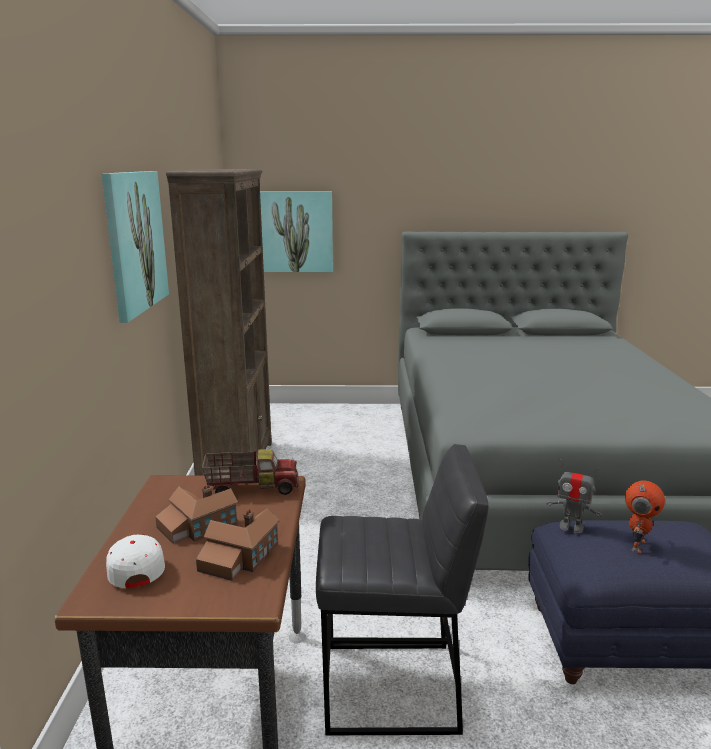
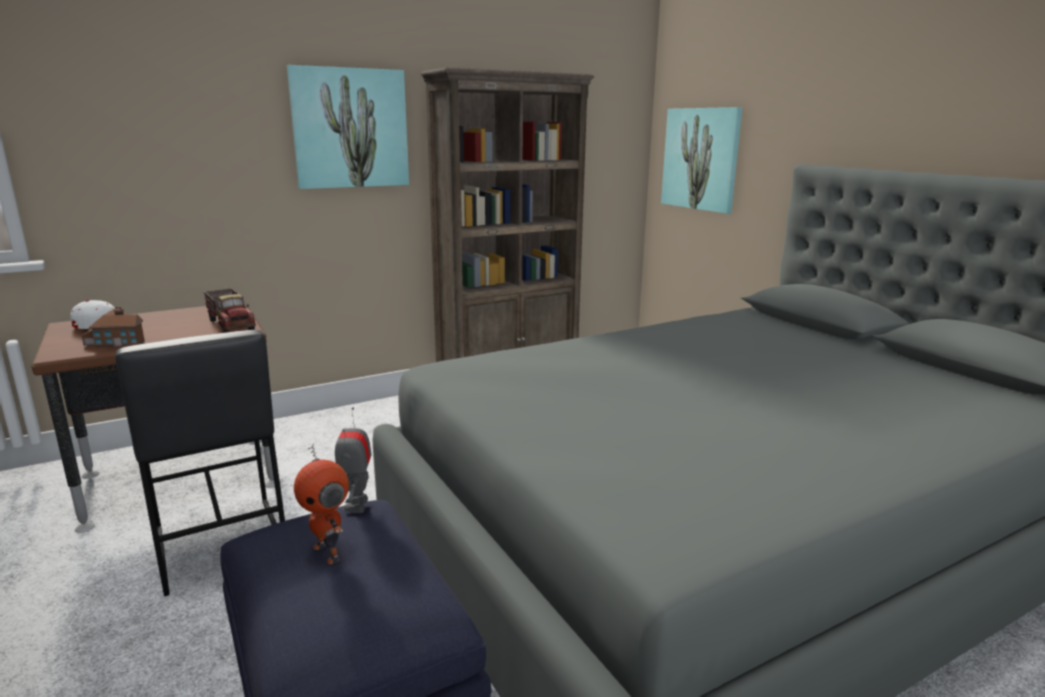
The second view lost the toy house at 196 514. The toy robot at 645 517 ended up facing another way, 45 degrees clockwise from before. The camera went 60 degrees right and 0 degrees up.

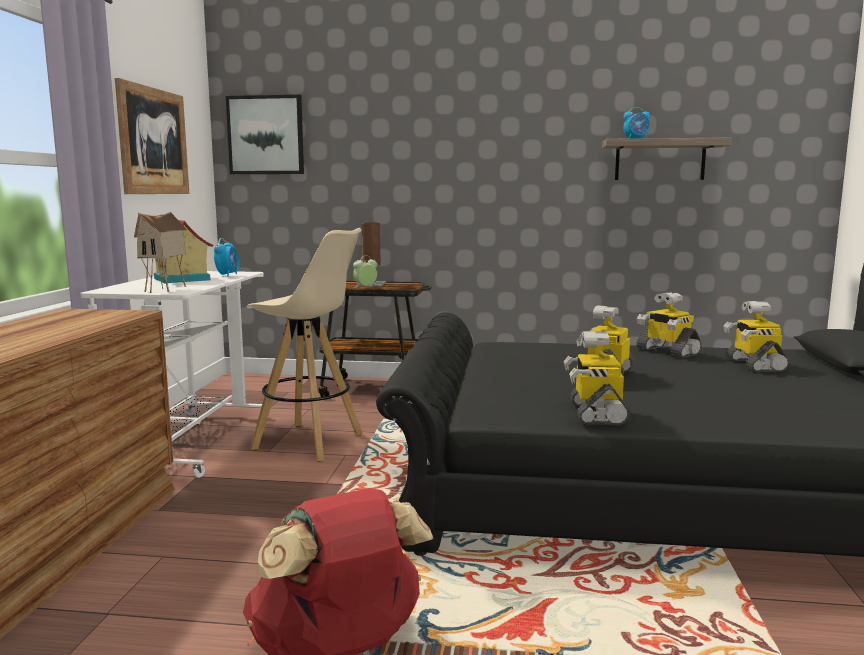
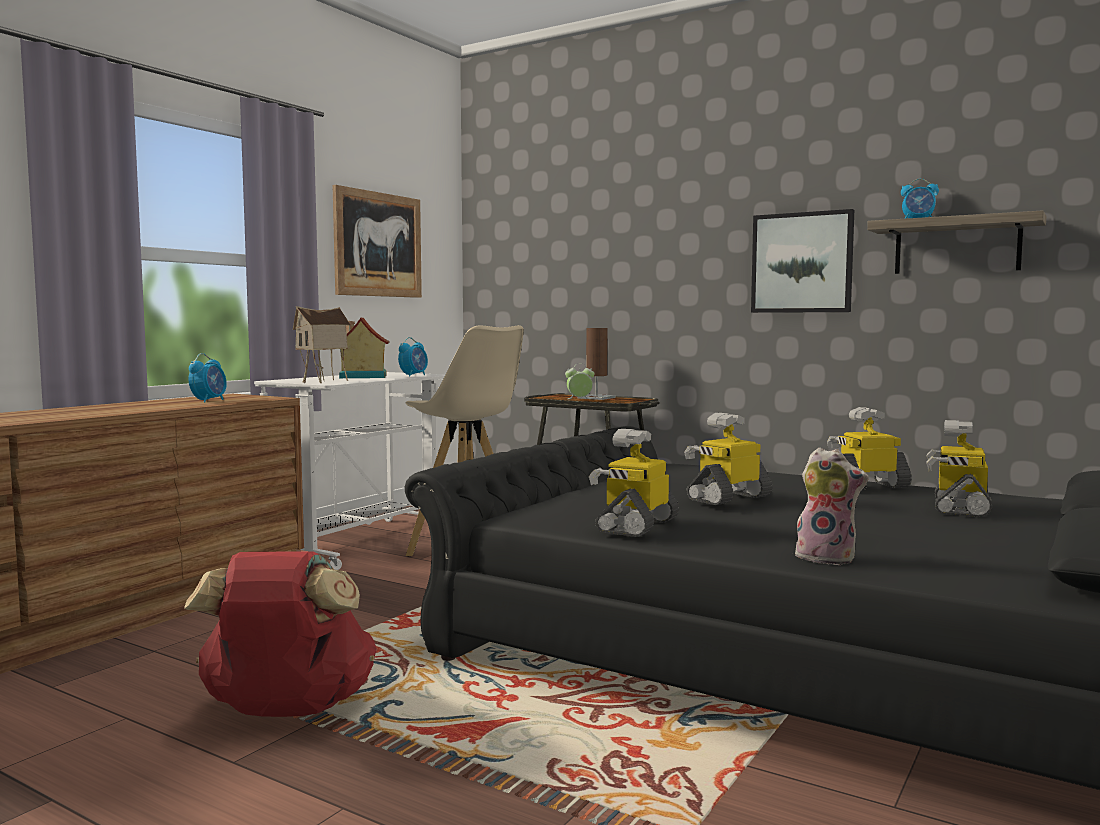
The picture ended up elsewhere, having gone from 265 134 to 802 261. The toy robot at 669 325 ended up facing another way, 90 degrees clockwise from before. The second view gained the alarm clock at 208 378. The second view gained the plush toy at 831 506. The camera went 25 degrees right and 5 degrees down.

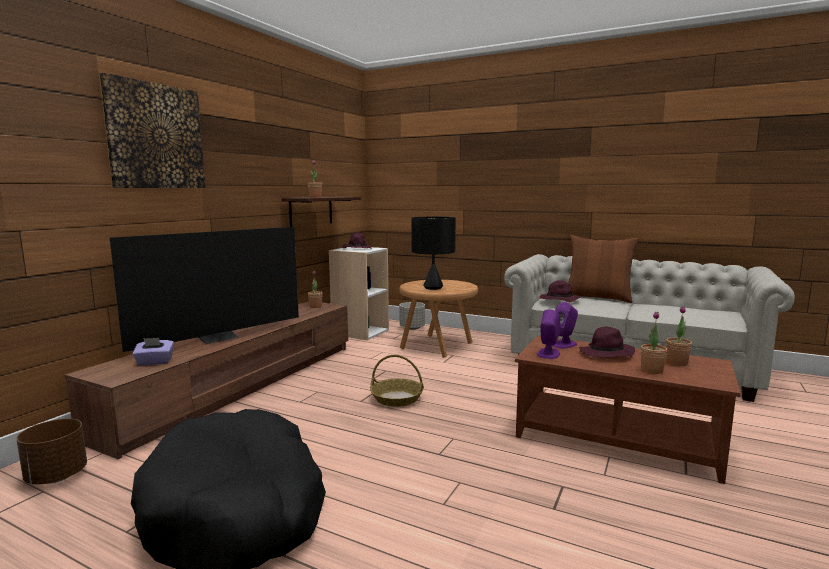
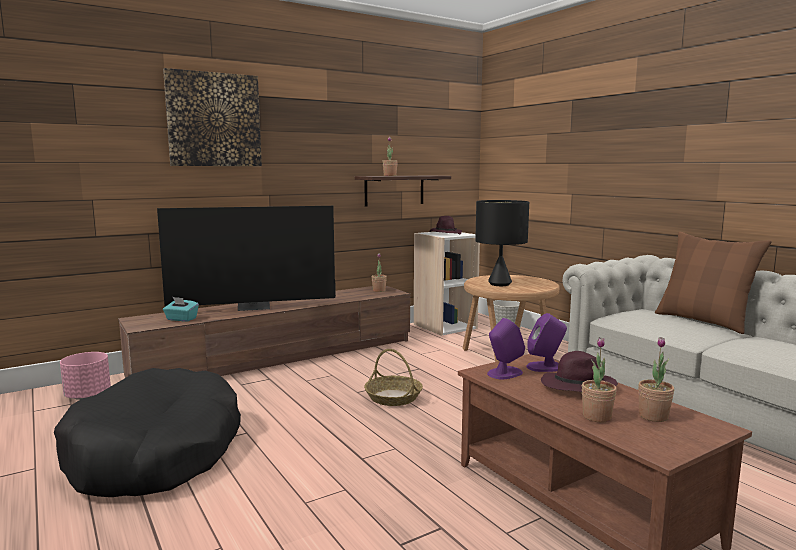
What was the brown planter at 51 451 turned into the pink planter at 85 376. What was the purple tissue box at 153 352 turned into the turquoise tissue box at 181 309. The second view lost the purple hat at 559 291. The camera went 30 degrees right and 0 degrees up.

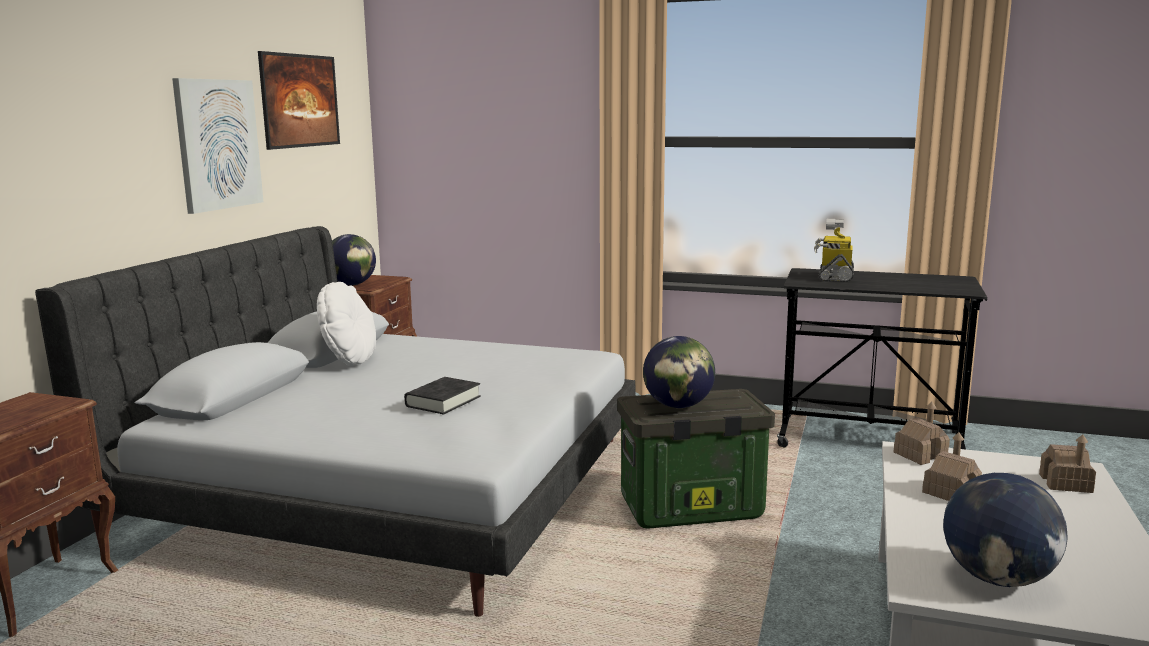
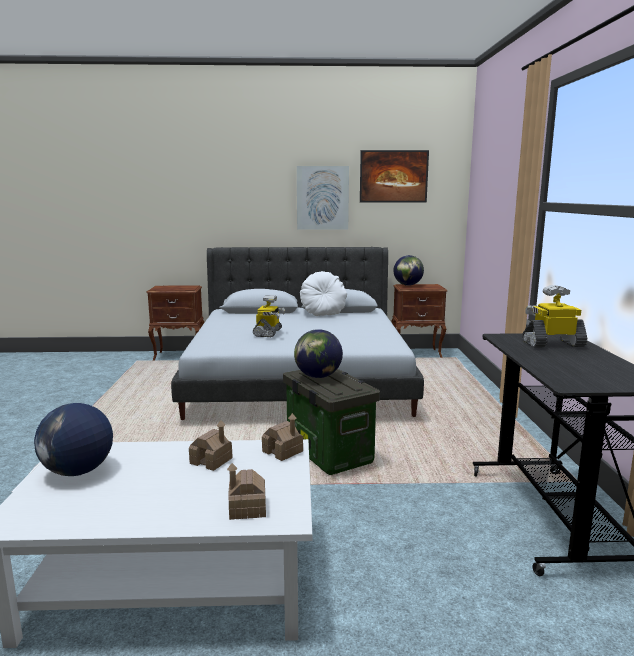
Where the black book stood at 442 395, the toy robot came to stand at 269 316. The camera went 70 degrees right and 0 degrees up.

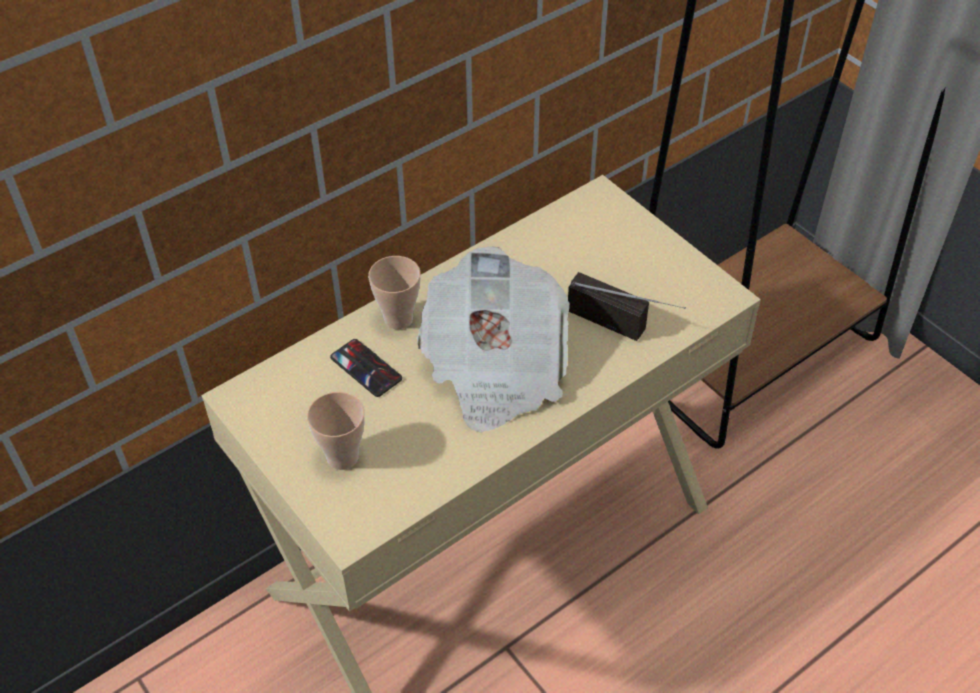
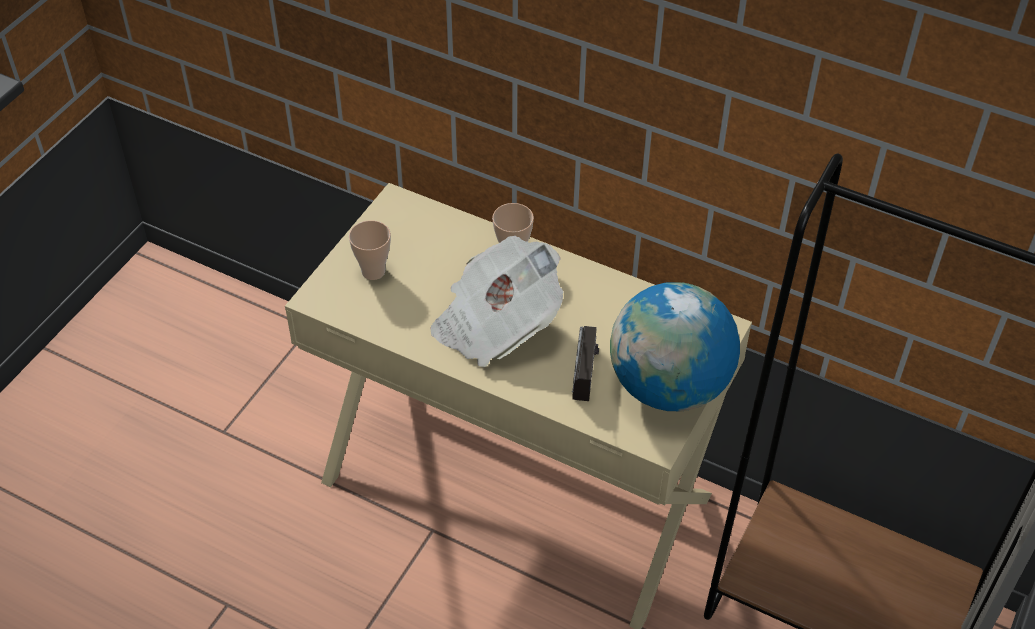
The second view lost the phone at 366 368. The second view gained the globe at 675 346. The camera went 65 degrees right and 0 degrees up.

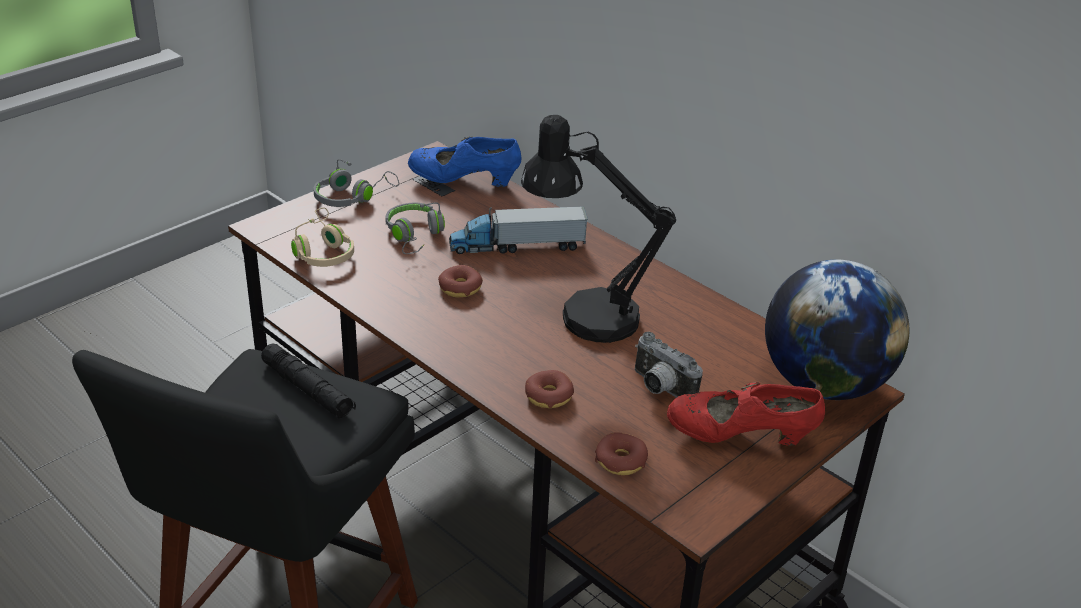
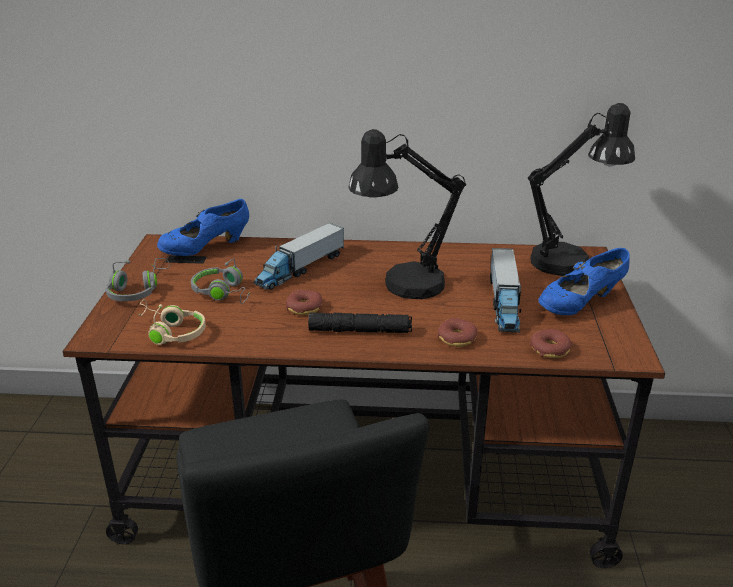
The black flashlight ended up elsewhere, having gone from 308 380 to 360 323. Where the photo camera stood at 669 365, the toy truck came to stand at 505 290. What was the red shoe at 746 414 turned into the blue shoe at 584 281. Where the globe stood at 837 330, the black table lamp came to stand at 581 189. The camera went 40 degrees left and 5 degrees down.

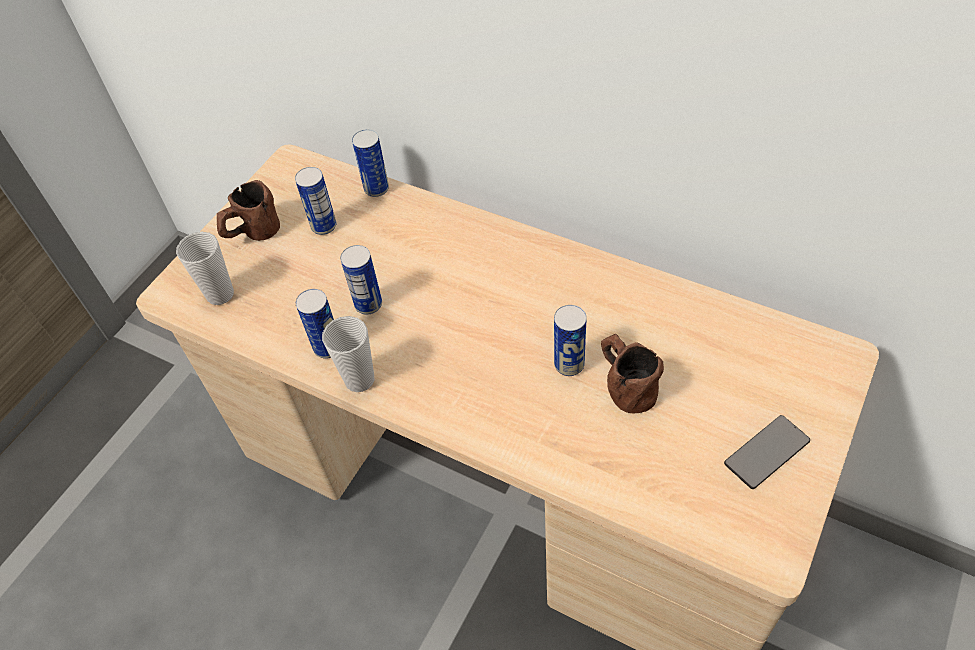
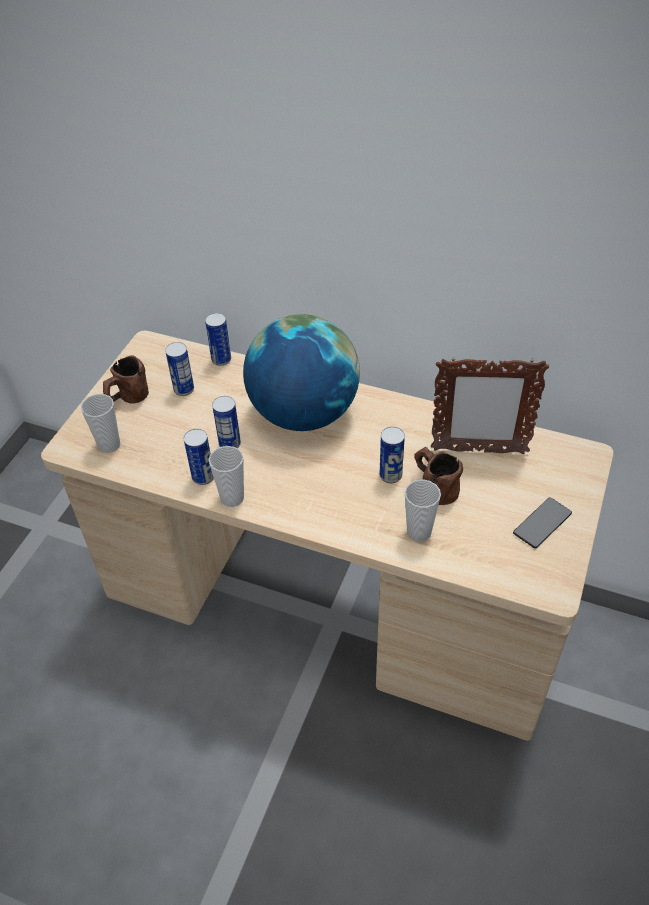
The second view gained the globe at 301 372. The second view gained the cup at 423 510. The second view gained the picture frame at 490 405. The camera went 10 degrees left and 5 degrees down.

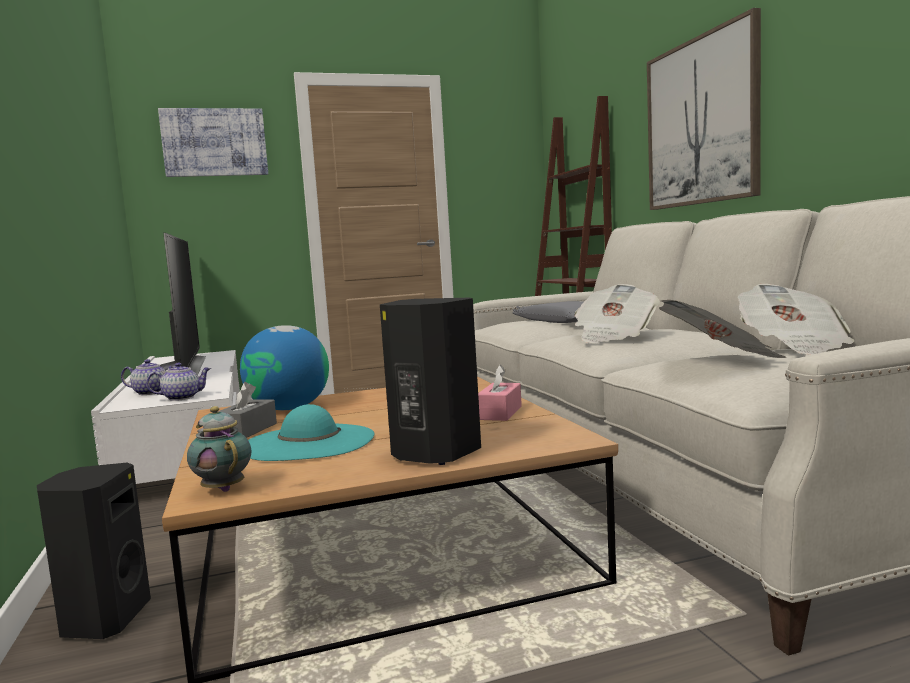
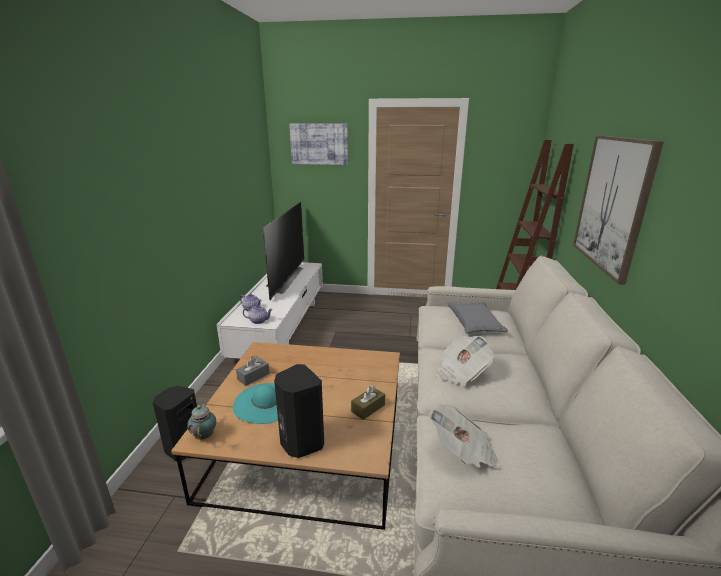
The second view lost the globe at 284 367. What was the pink tissue box at 500 393 turned into the brown tissue box at 368 403. The second view lost the newspaper at 796 319. The camera went 25 degrees right and 15 degrees up.

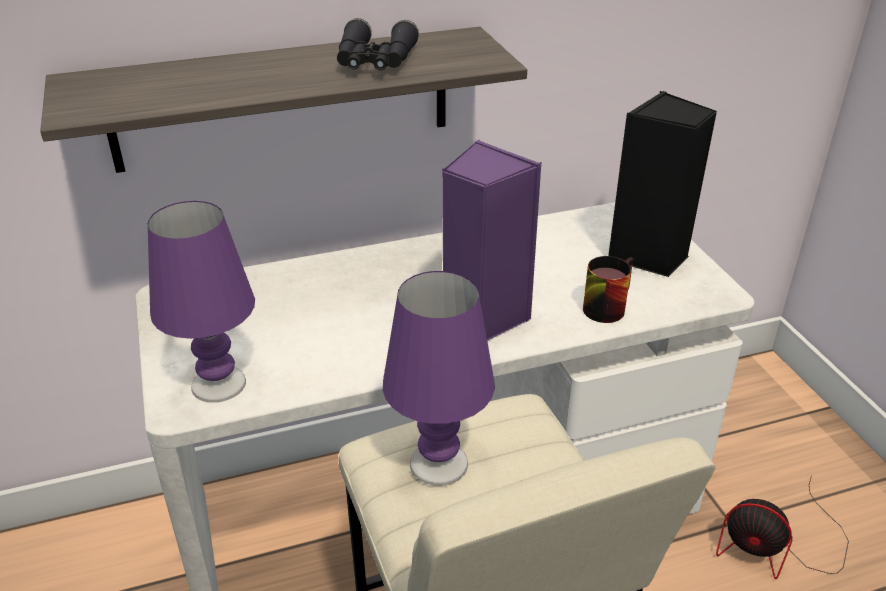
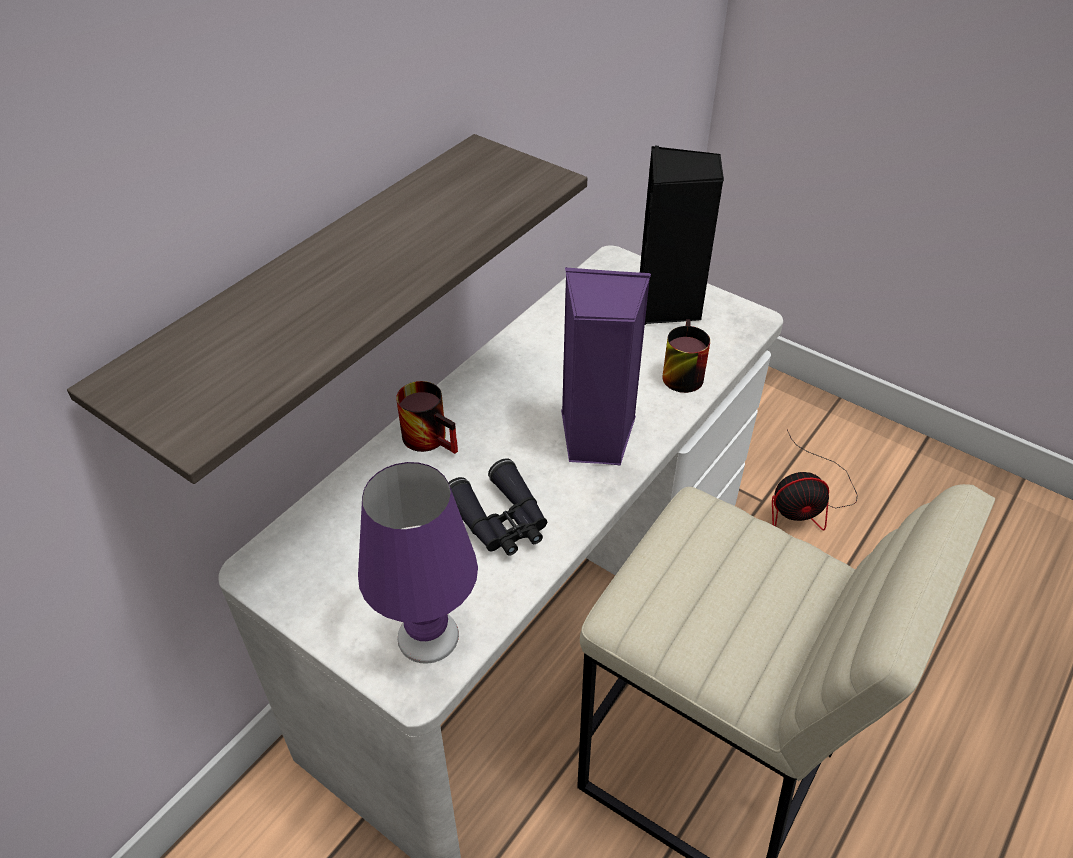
The black binoculars ended up elsewhere, having gone from 378 44 to 497 507. The second view lost the purple table lamp at 438 378. The second view gained the mug at 427 417. The camera went 35 degrees left and 10 degrees up.

